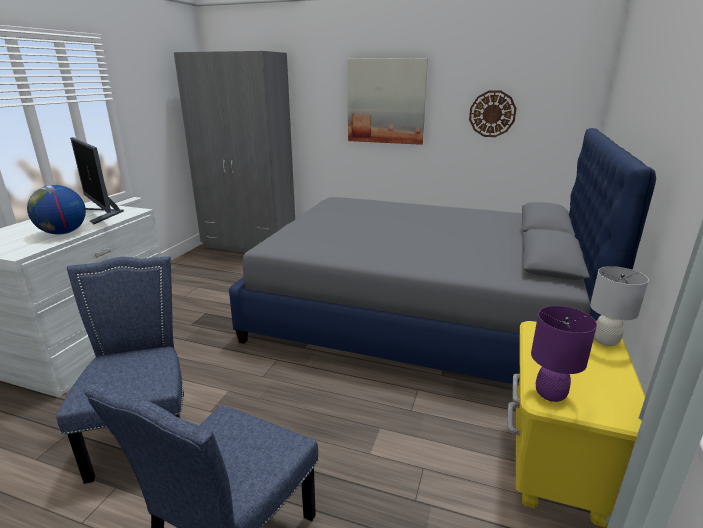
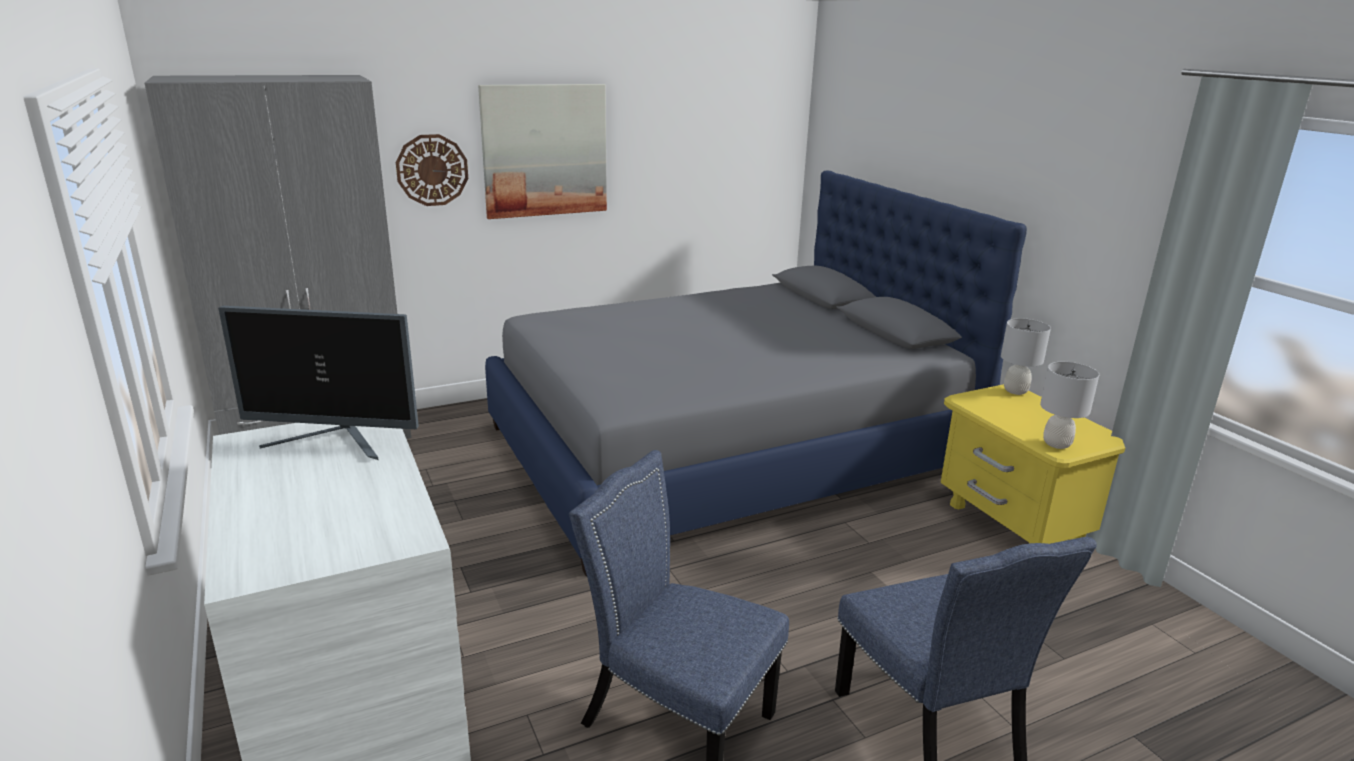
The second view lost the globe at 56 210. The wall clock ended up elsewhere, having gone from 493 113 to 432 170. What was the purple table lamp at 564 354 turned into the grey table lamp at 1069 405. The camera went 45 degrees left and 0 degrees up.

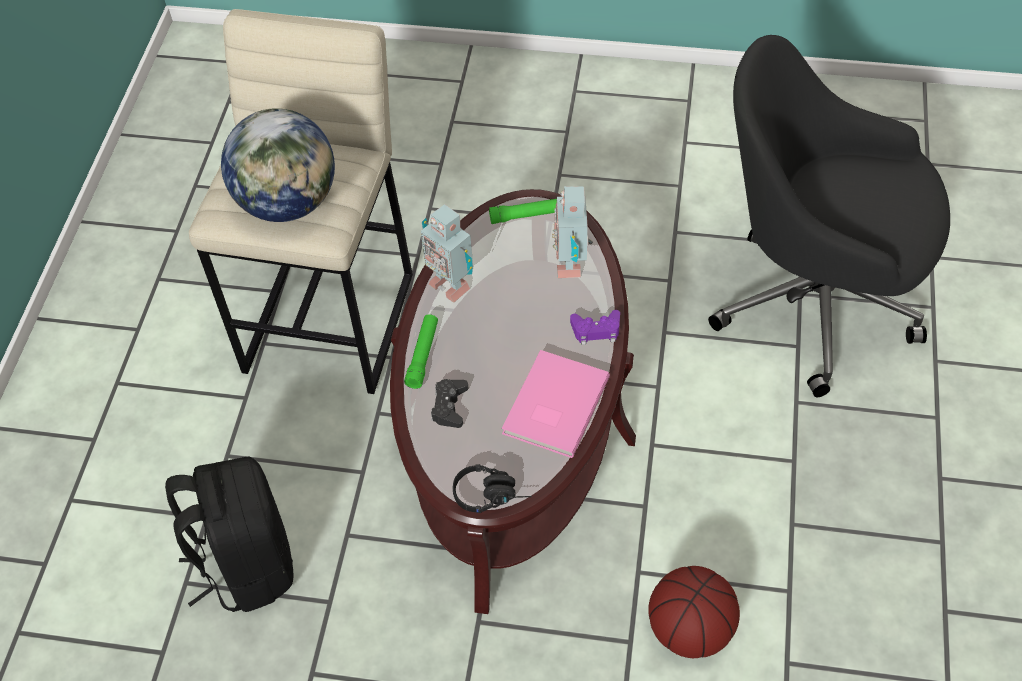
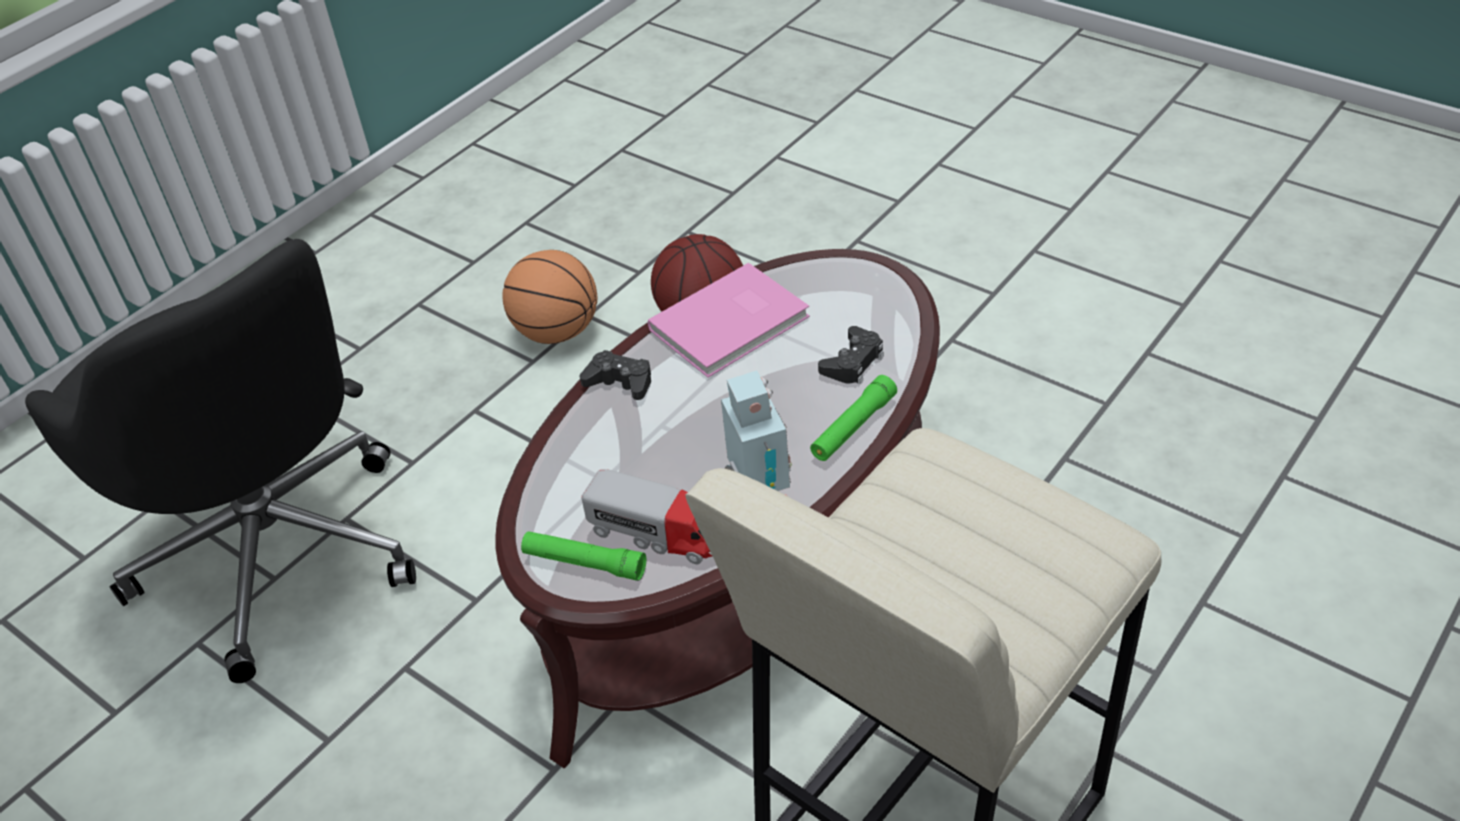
The second view lost the black backpack at 229 534. The second view lost the globe at 278 165. The second view lost the black headphones at 492 488. The second view lost the toy robot at 572 232. What was the purple game controller at 595 327 turned into the black game controller at 615 375. The second view gained the basketball at 549 297. The second view gained the toy truck at 646 516. The camera went 150 degrees left and 10 degrees down.

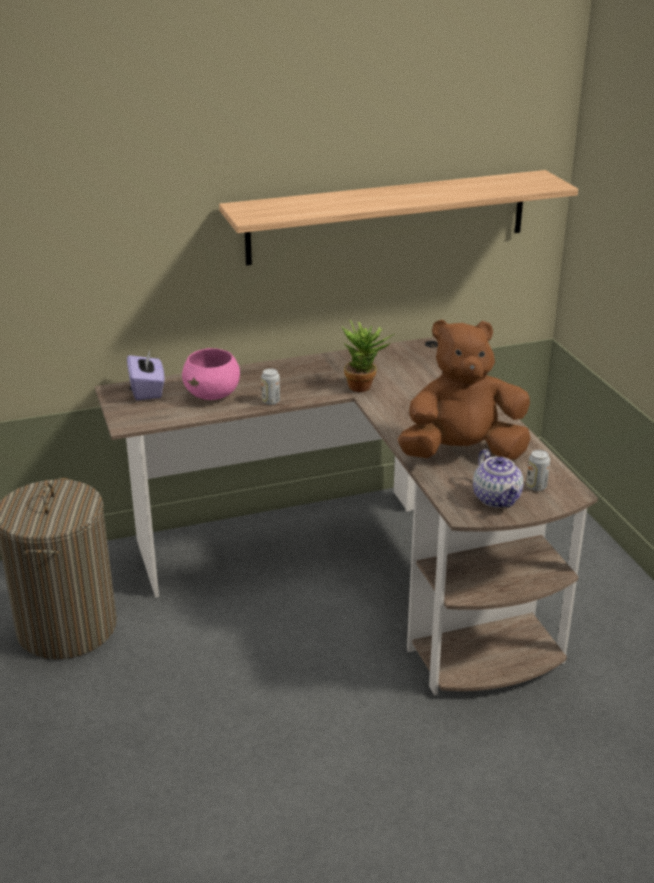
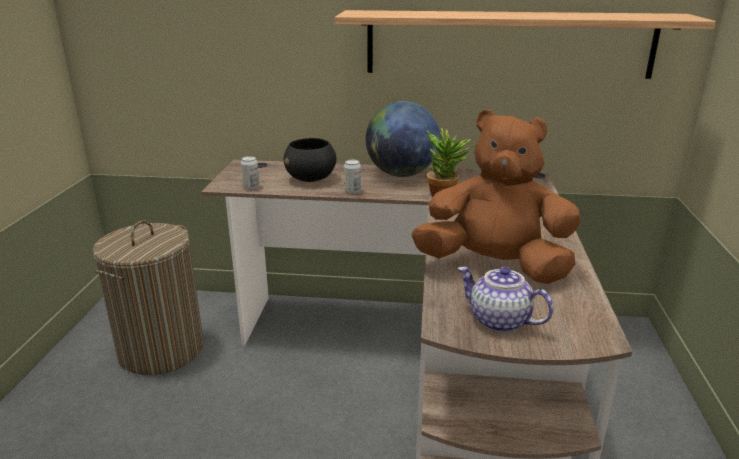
The second view lost the purple tissue box at 146 374. What was the pink bowl at 211 374 turned into the black bowl at 310 160. The teapot at 498 478 ended up facing another way, 120 degrees clockwise from before. The can ended up elsewhere, having gone from 538 470 to 250 173. The second view gained the globe at 403 139. The camera went 25 degrees right and 5 degrees down.

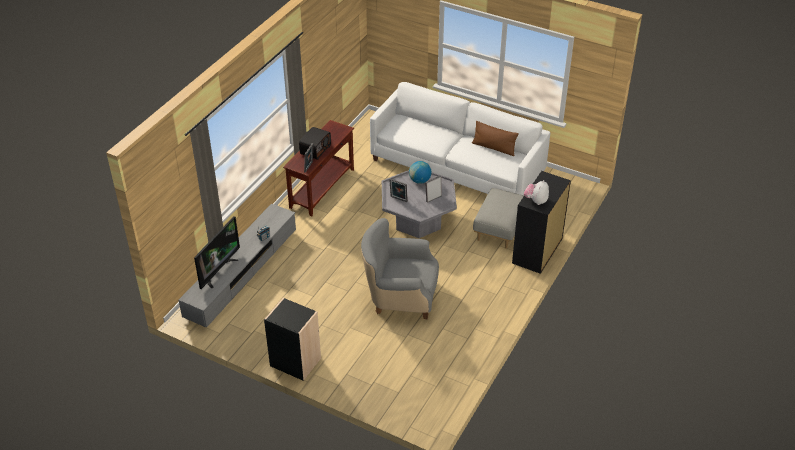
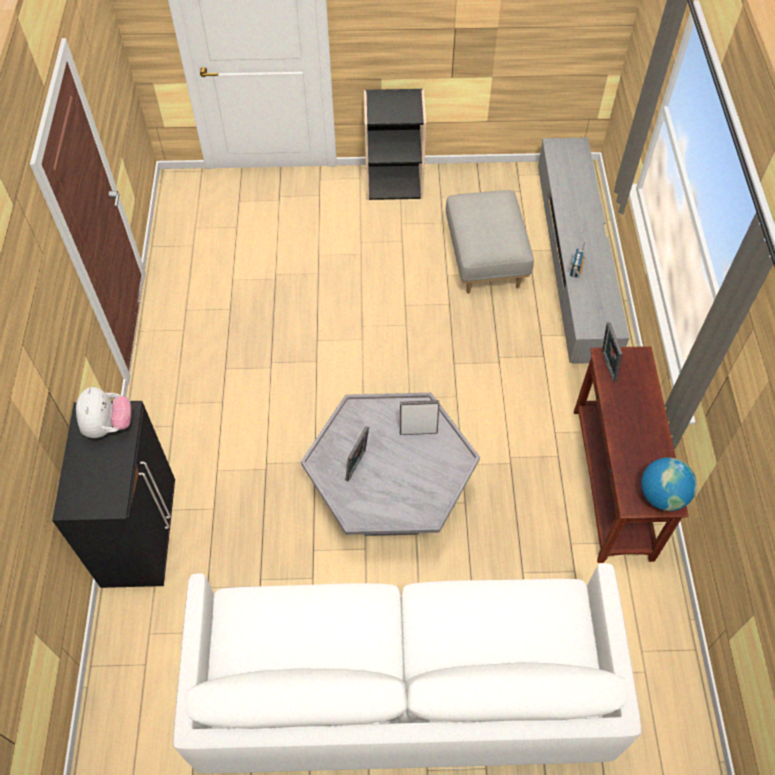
The second view lost the television at 217 252. The second view lost the radio at 315 143. The second view lost the grey armchair at 400 268. The globe ended up elsewhere, having gone from 420 172 to 669 484. The second view lost the brown pillow at 495 138. The grey ottoman ended up elsewhere, having gone from 498 218 to 490 242. The camera went 150 degrees right and 15 degrees up.

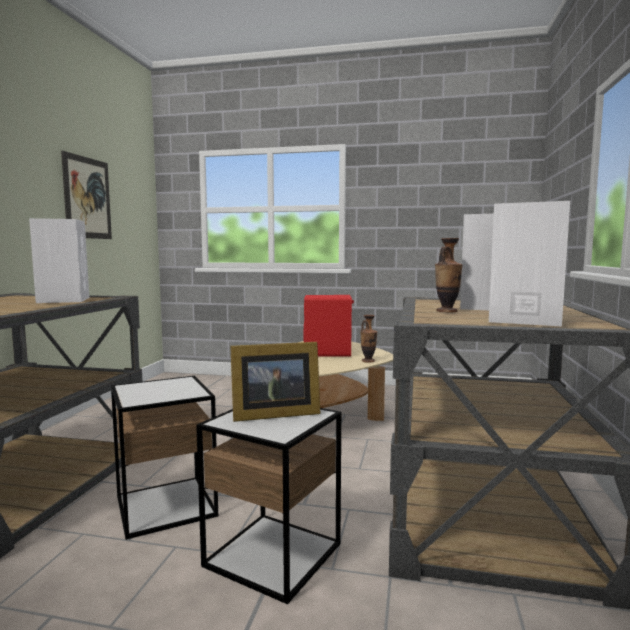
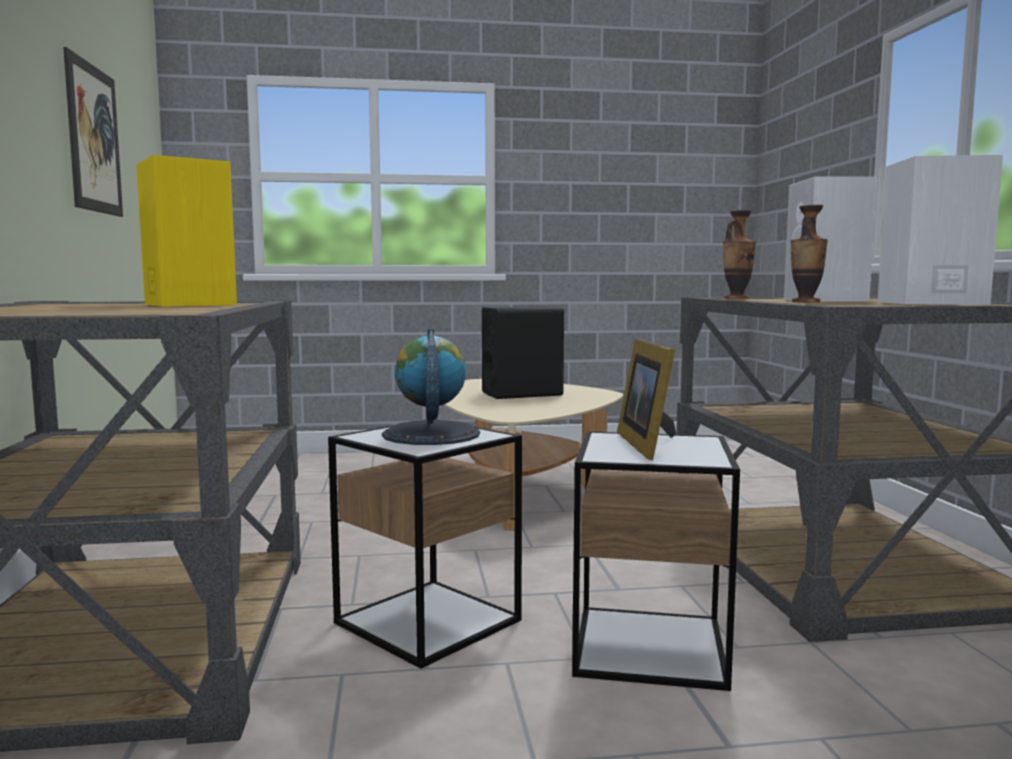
What was the white speaker at 59 260 turned into the yellow speaker at 186 231. The picture frame at 275 382 ended up facing another way, 120 degrees clockwise from before. What was the red speaker at 329 325 turned into the black speaker at 523 352. The vase ended up elsewhere, having gone from 368 339 to 739 254. The second view gained the globe at 431 386. The camera went 20 degrees left and 0 degrees up.

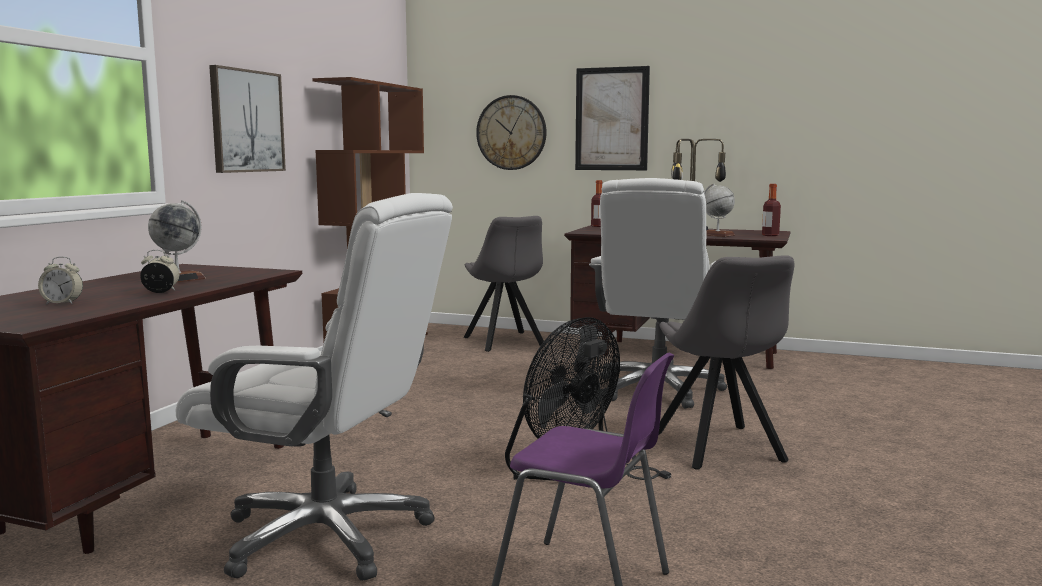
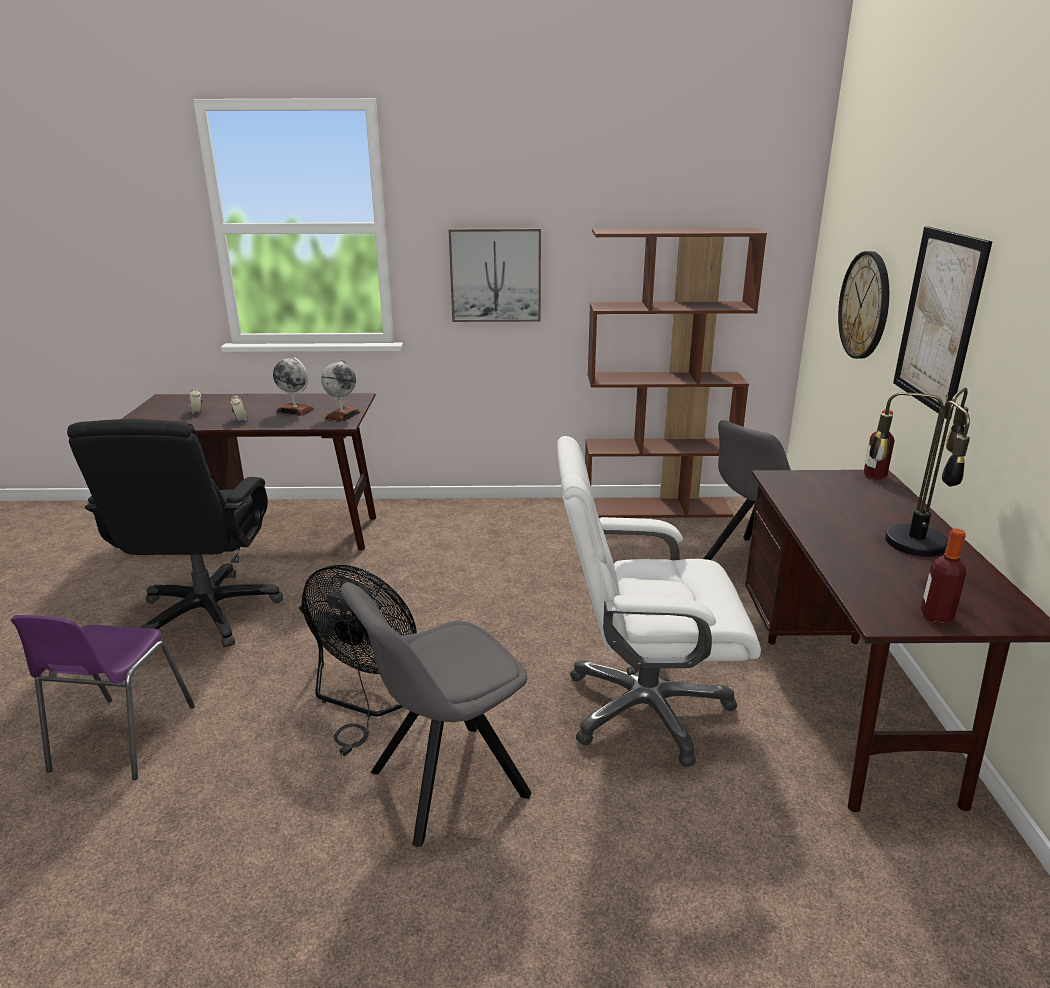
What was the white office chair at 314 387 turned into the black office chair at 175 533. The globe ended up elsewhere, having gone from 719 210 to 340 390. The camera went 70 degrees right and 15 degrees up.

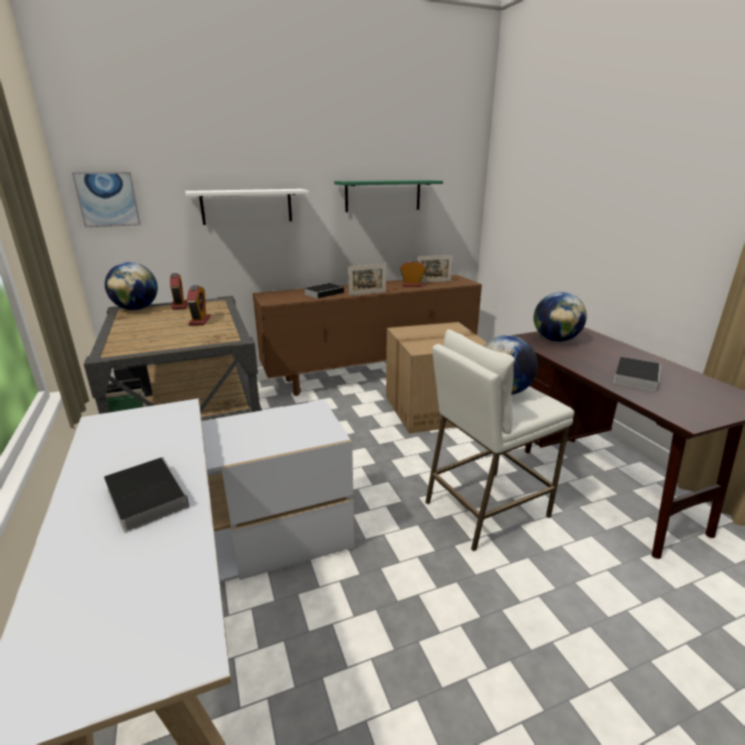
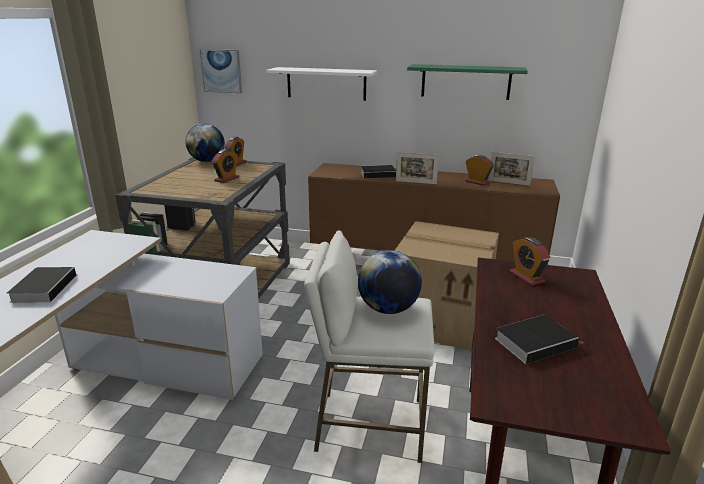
Where the globe stood at 560 317, the alarm clock came to stand at 529 261. The camera went 35 degrees right and 0 degrees up.

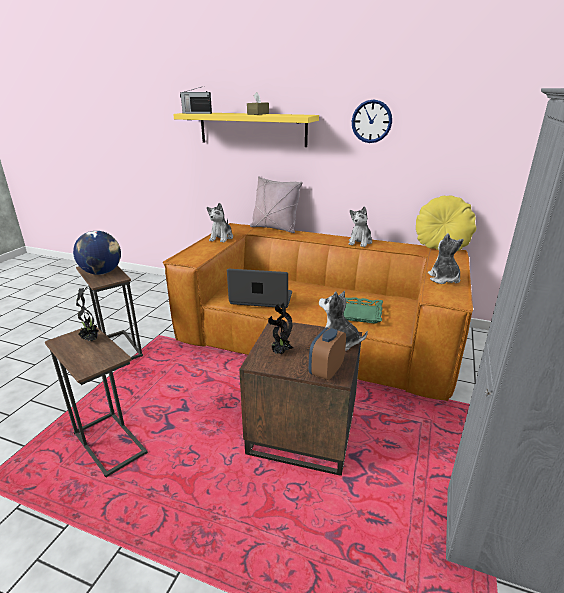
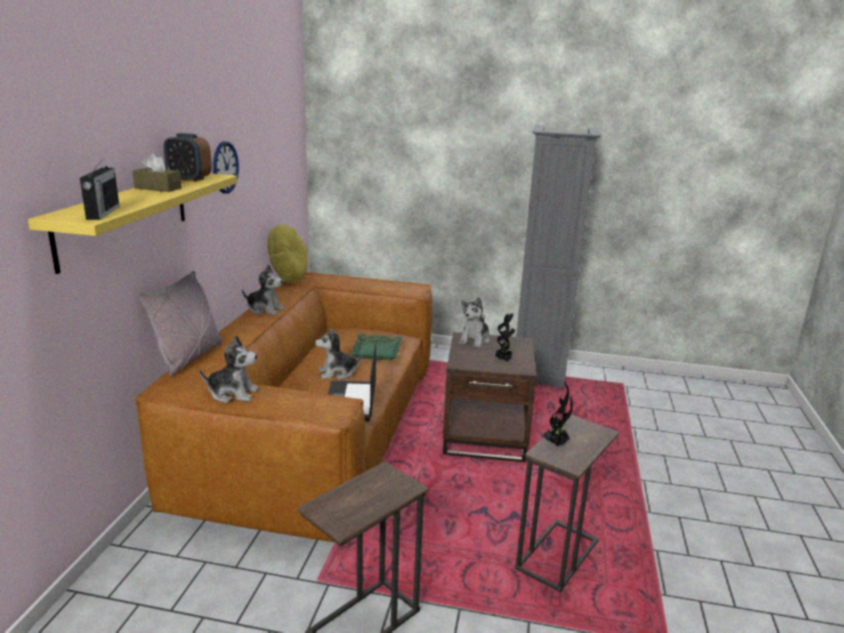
The second view lost the globe at 97 253. The alarm clock ended up elsewhere, having gone from 327 354 to 188 157. The plush toy ended up elsewhere, having gone from 446 258 to 339 354. The camera went 100 degrees left and 5 degrees down.

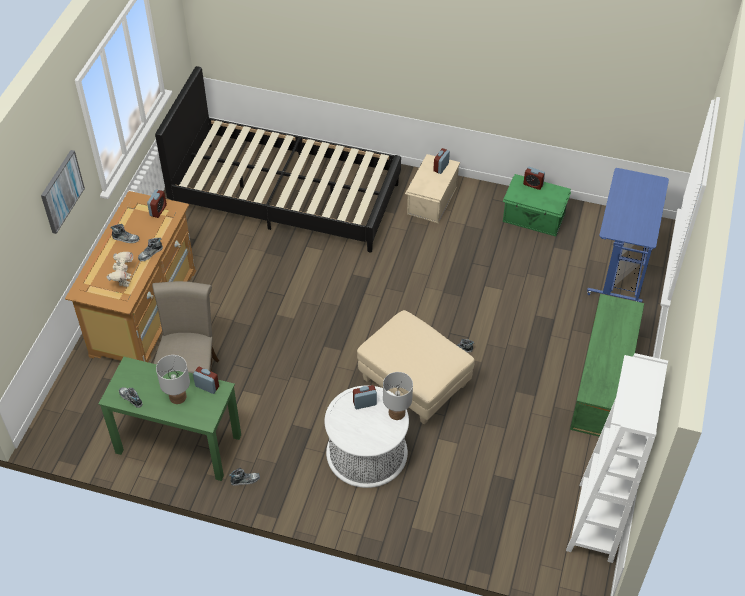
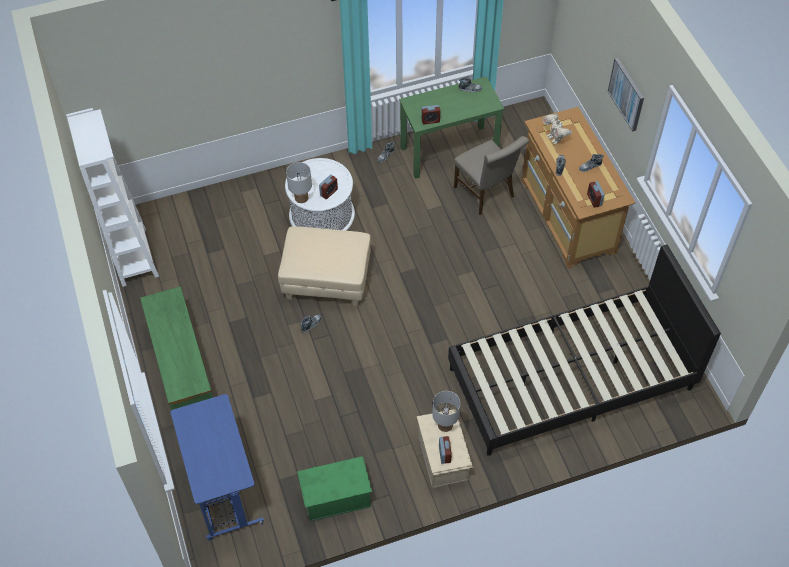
The grey table lamp ended up elsewhere, having gone from 173 379 to 446 411. The second view lost the alarm clock at 534 178. The camera went 145 degrees right and 5 degrees up.

